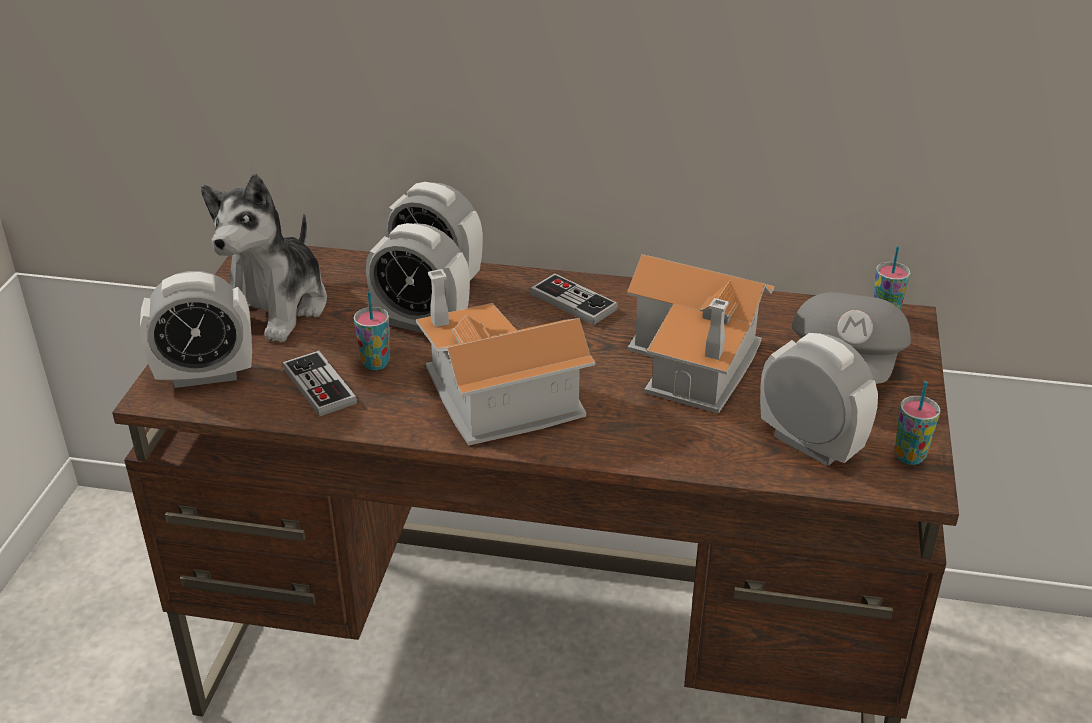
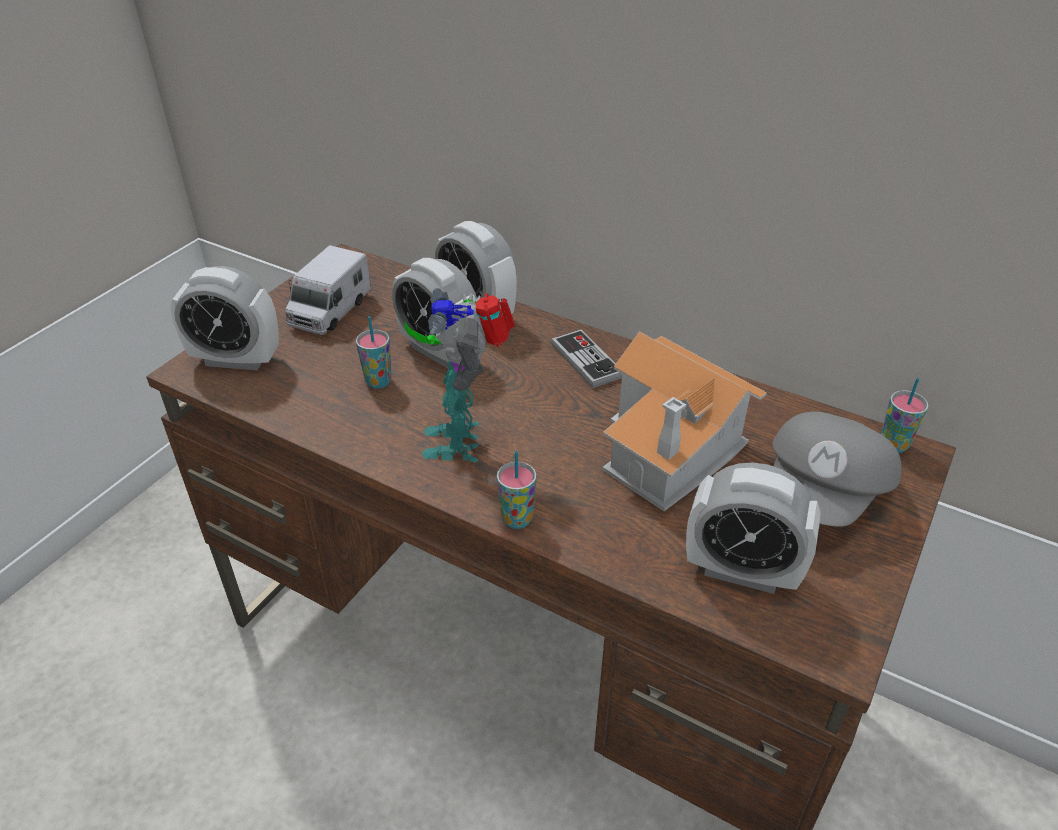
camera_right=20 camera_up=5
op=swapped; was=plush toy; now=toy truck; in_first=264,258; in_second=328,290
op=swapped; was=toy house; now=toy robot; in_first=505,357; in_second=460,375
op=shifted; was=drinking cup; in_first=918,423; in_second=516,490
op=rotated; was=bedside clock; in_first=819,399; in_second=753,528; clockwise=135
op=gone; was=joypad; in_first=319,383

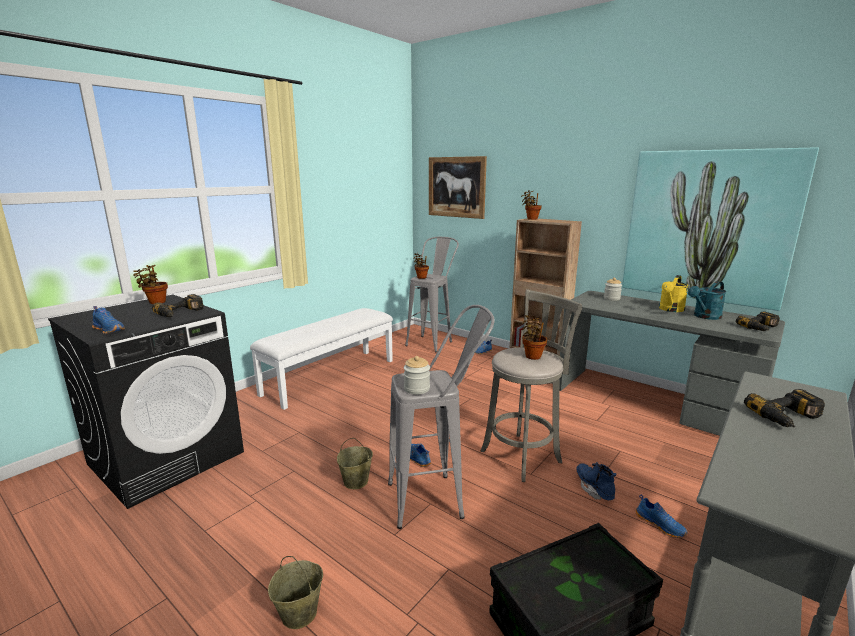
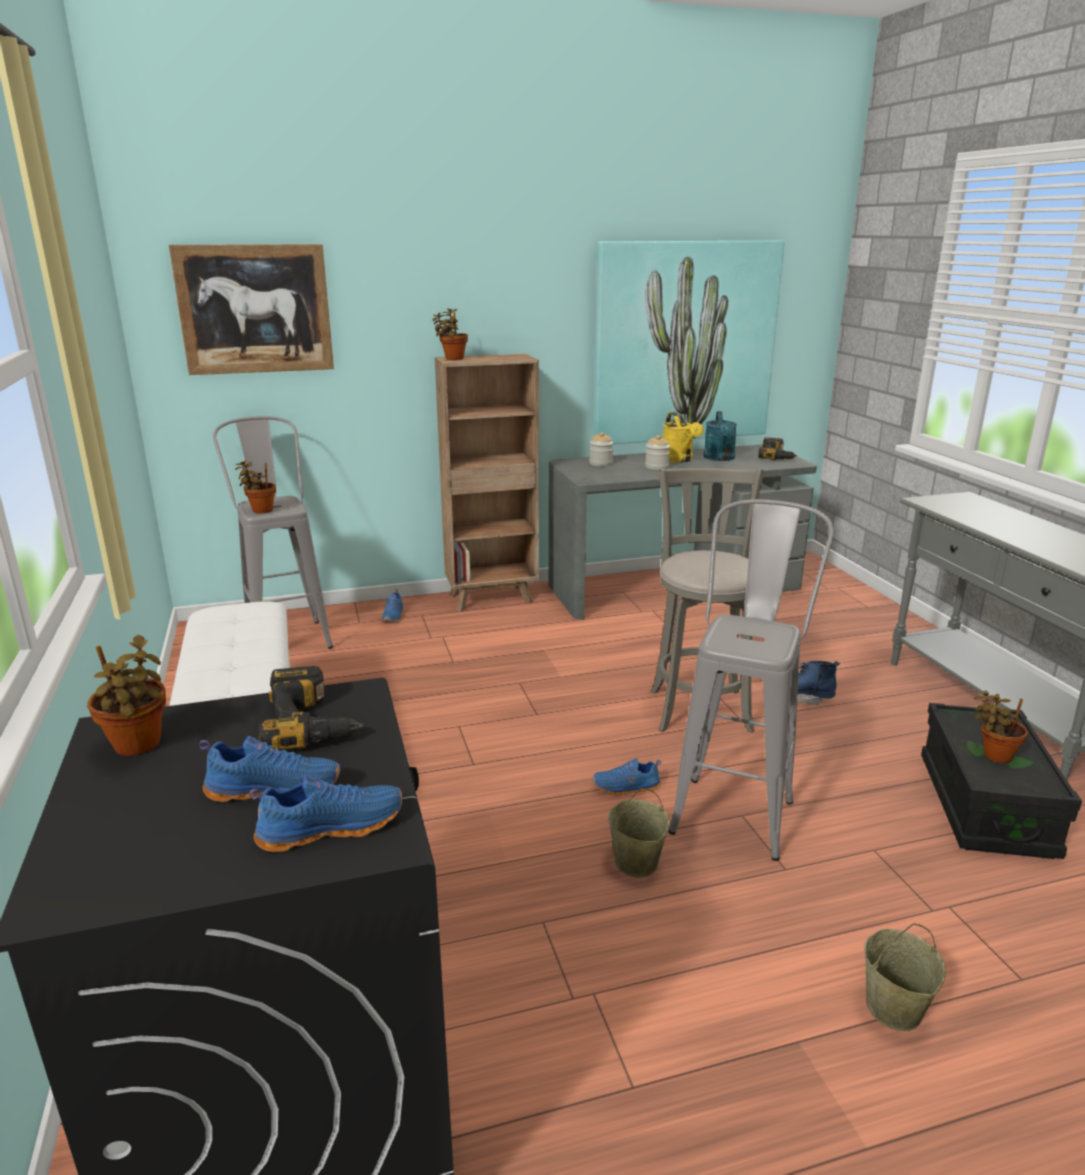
camera_right=-55 camera_up=5
op=shifted; was=shoe (bluish); in_first=661,516; in_second=269,769
op=shifted; was=preserve jar; in_first=417,375; in_second=657,452
op=shifted; was=potted plant; in_first=534,337; in_second=1001,726
op=gone; was=power drill; in_first=784,408

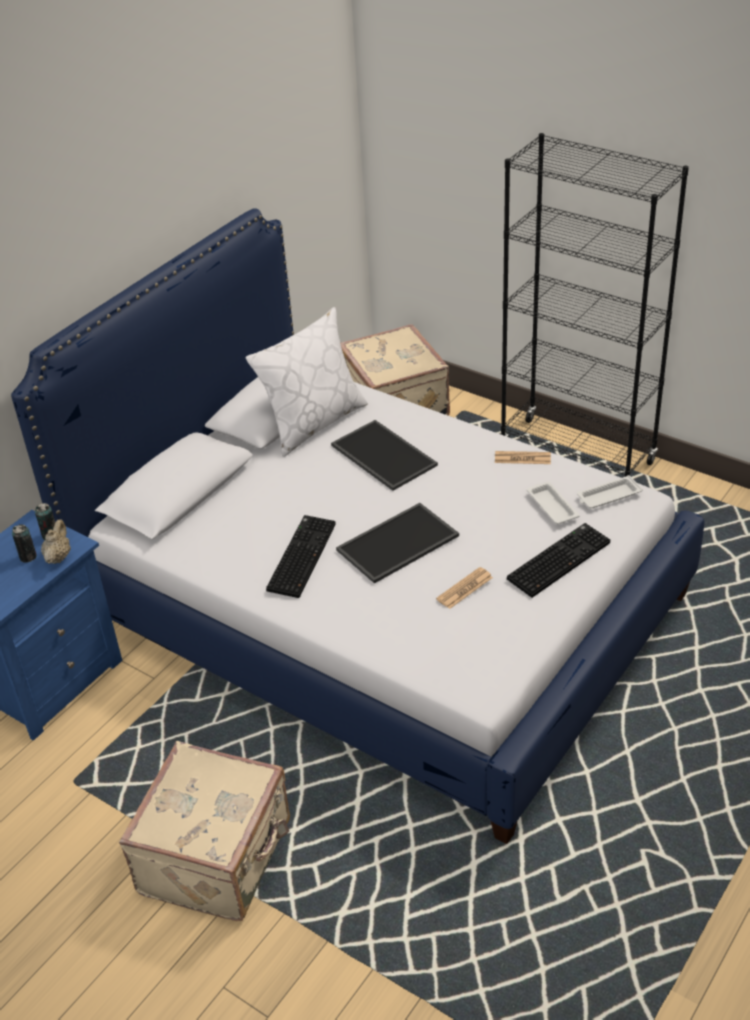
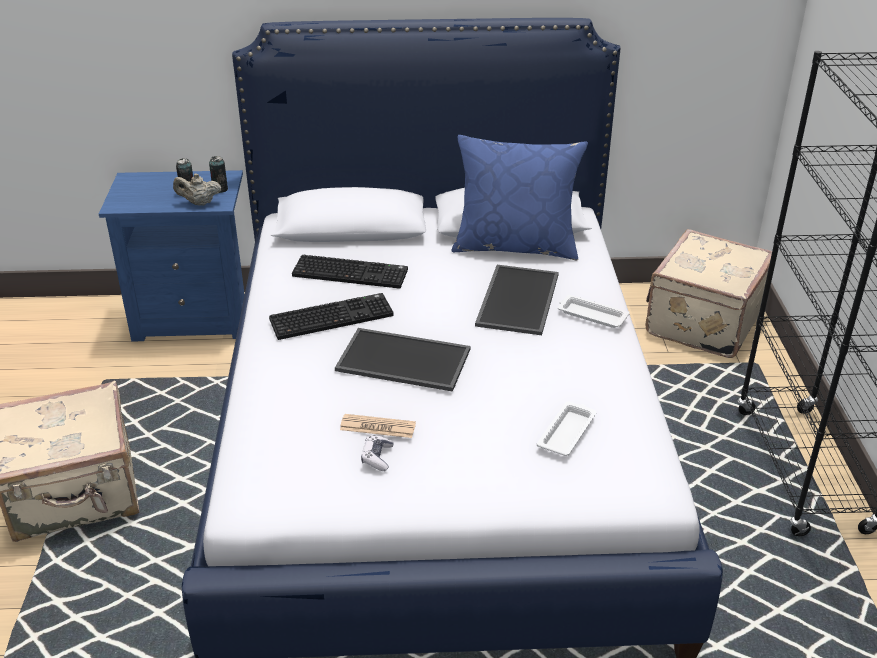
camera_right=50 camera_up=-5
op=rotated; was=pot for tea (sand-coloured); in_first=56,542; in_second=197,189; clockwise=-150
op=shifted; was=keyboard; in_first=558,560; in_second=350,272
op=new; now=joypad; in_second=377,453
op=repainted; was=cushion (white-coloured); now=cushion (bluish); in_first=307,382; in_second=519,197
op=shifted; was=carrying tray (white-coloured); in_first=610,491; in_second=594,311
op=gone; was=printed paper; in_first=523,457

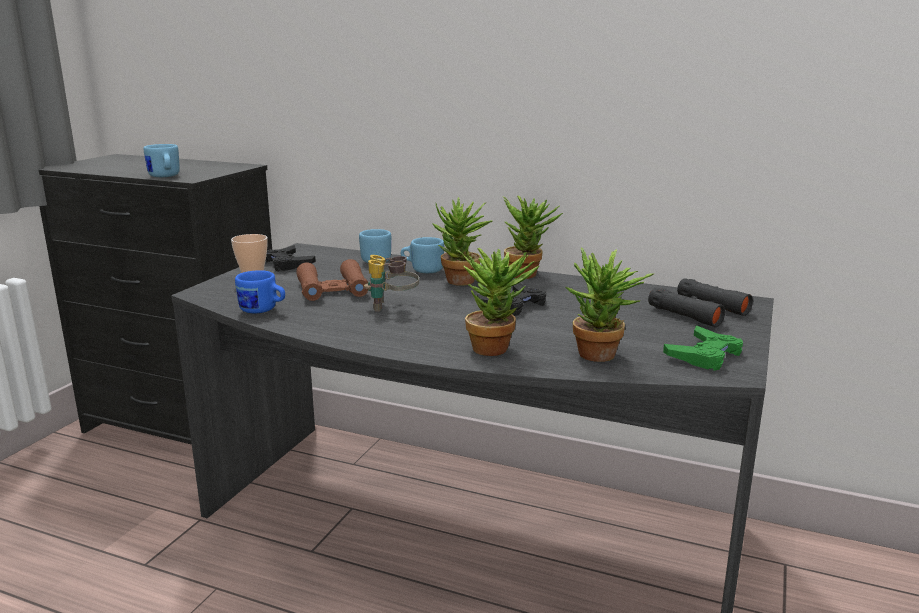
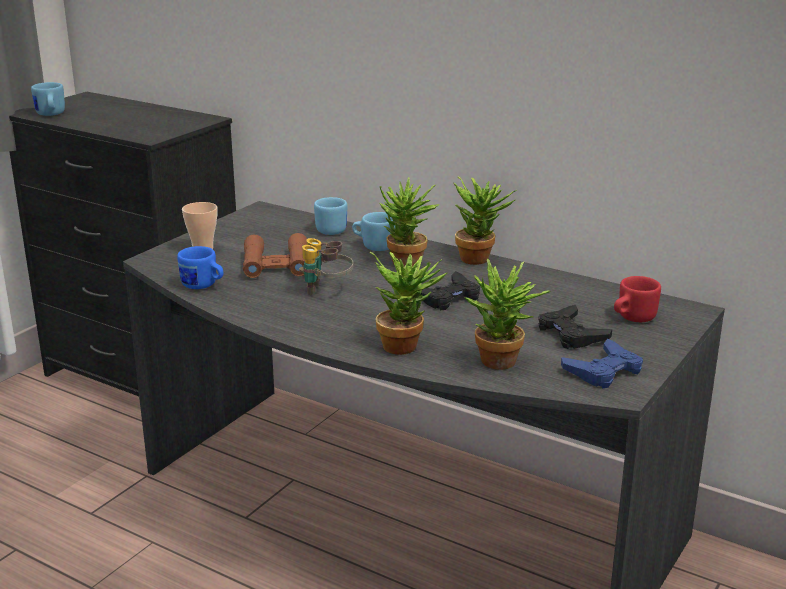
camera_right=10 camera_up=5
op=shifted; was=tea mug (bluish); in_first=162,160; in_second=48,99
op=shifted; was=joypad (black-coloured); in_first=290,258; in_second=575,327
op=repainted; was=joypad (green); now=joypad (bluish); in_first=703,348; in_second=602,363
op=swapped; was=pair of binoculars (black-coloured); now=tea mug (red-coloured); in_first=700,302; in_second=637,299

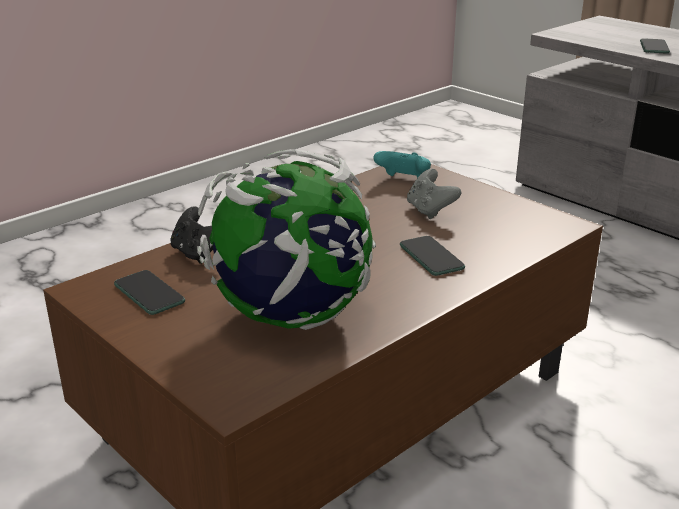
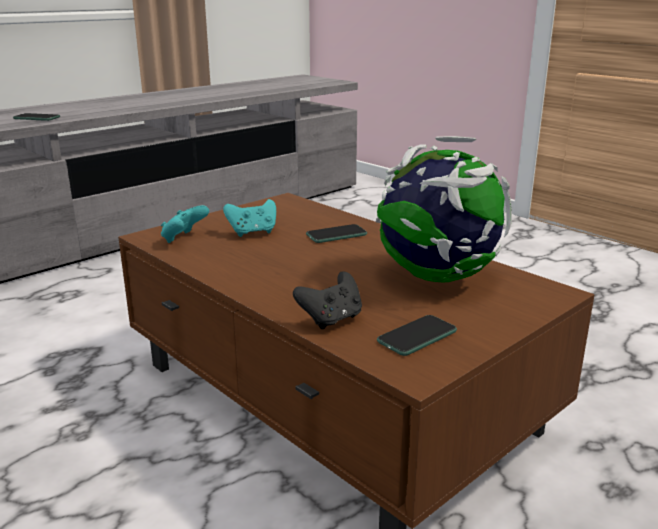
camera_right=-90 camera_up=-5
op=repainted; was=joypad (greyish); now=joypad (turquoise); in_first=434,194; in_second=249,218

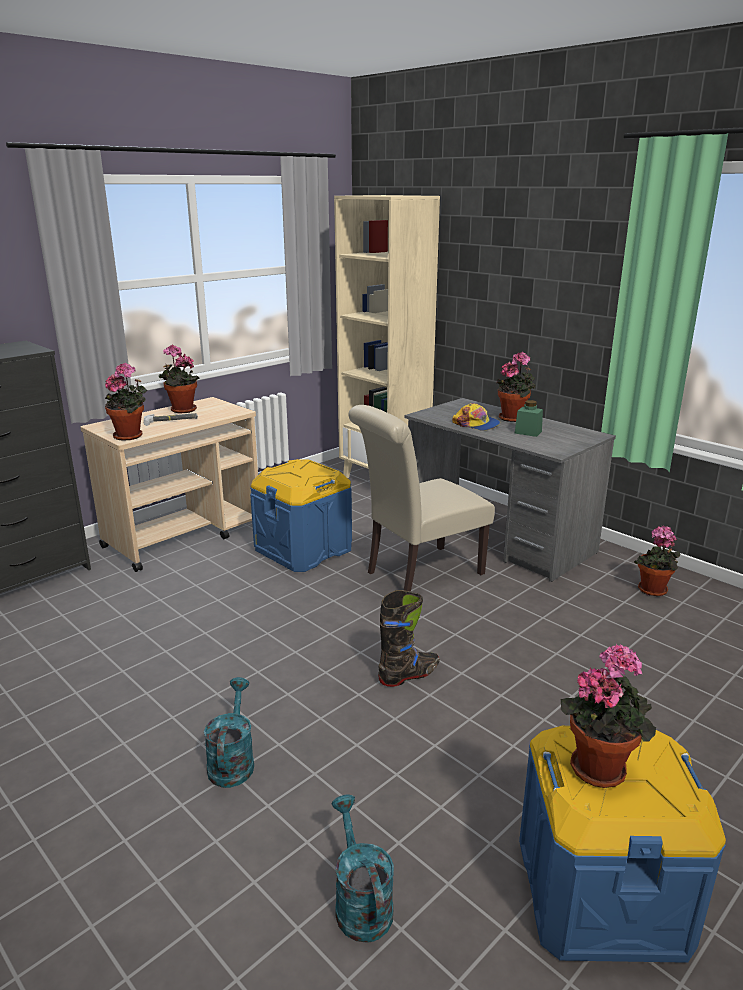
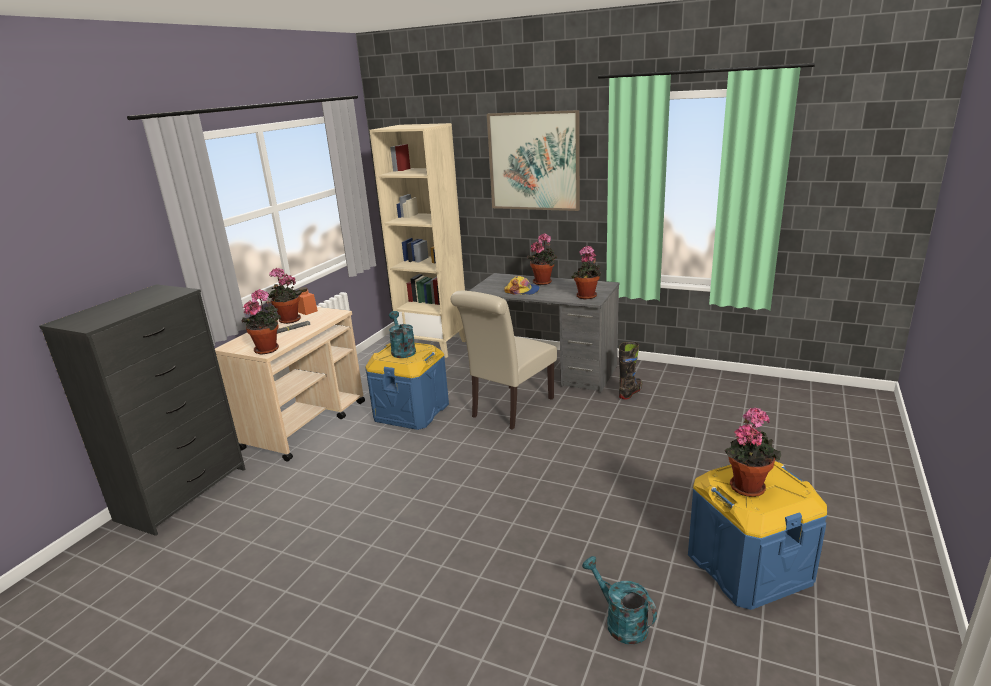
camera_right=-20 camera_up=0
op=new; now=preserve jar (orangey); in_second=308,301
op=shifted; was=watering can (turquoise); in_first=229,732; in_second=402,334
op=new; now=picture; in_second=533,160
op=shifted; was=potted plant; in_first=657,561; in_second=586,272
op=shifted; was=tall boot (black-coloured); in_first=409,638; in_second=630,370
op=gone; was=preserve jar (green); in_first=529,418

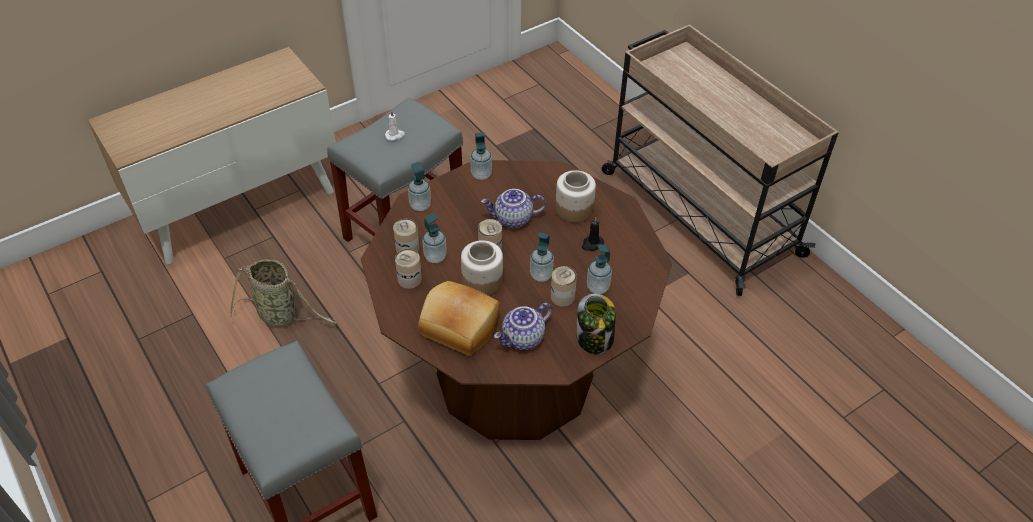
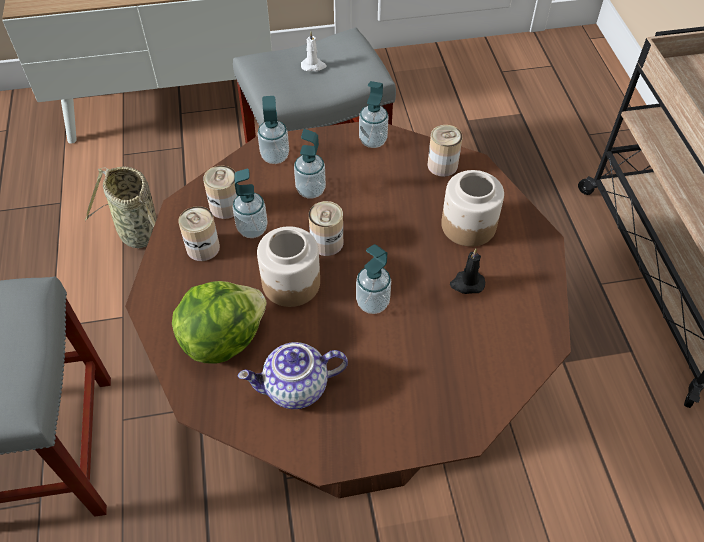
camera_right=25 camera_up=5
op=swapped; was=bread; now=lettuce; in_first=459,318; in_second=219,322
op=shifted; was=soap bottle; in_first=599,269; in_second=310,164
op=shifted; was=can; in_first=564,286; in_second=445,151
op=gone; was=pot for tea; in_first=513,208
op=gone; was=preserve jar; in_first=596,324

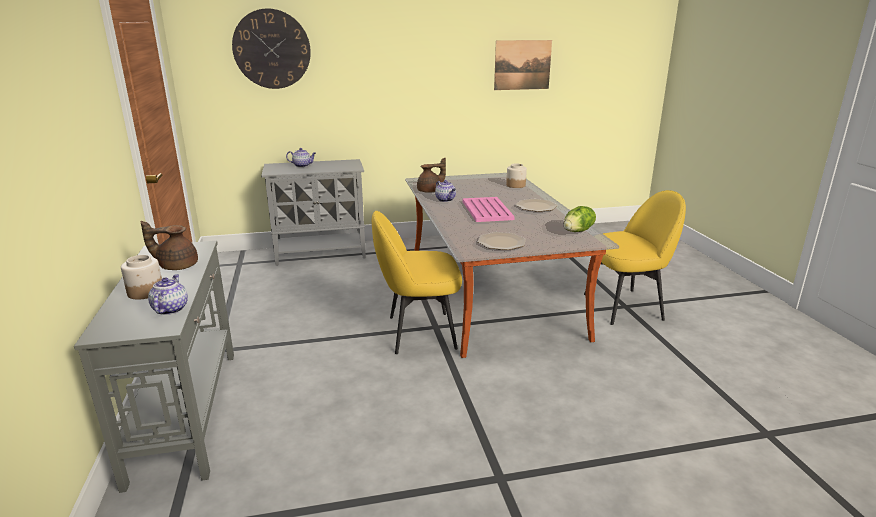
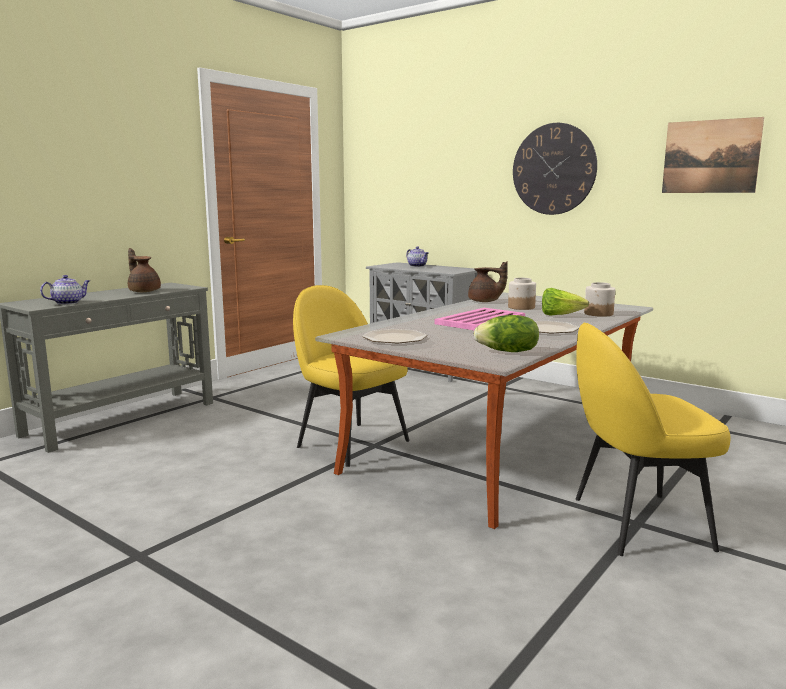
camera_right=50 camera_up=-10
op=shifted; was=preserve jar; in_first=141,277; in_second=522,294
op=shifted; was=hanging clock; in_first=271,49; in_second=555,169
op=new; now=lettuce; in_second=565,302
op=rotated; was=chair (yellow); in_first=635,257; in_second=653,439; clockwise=135
op=gone; was=pot for tea; in_first=445,191

